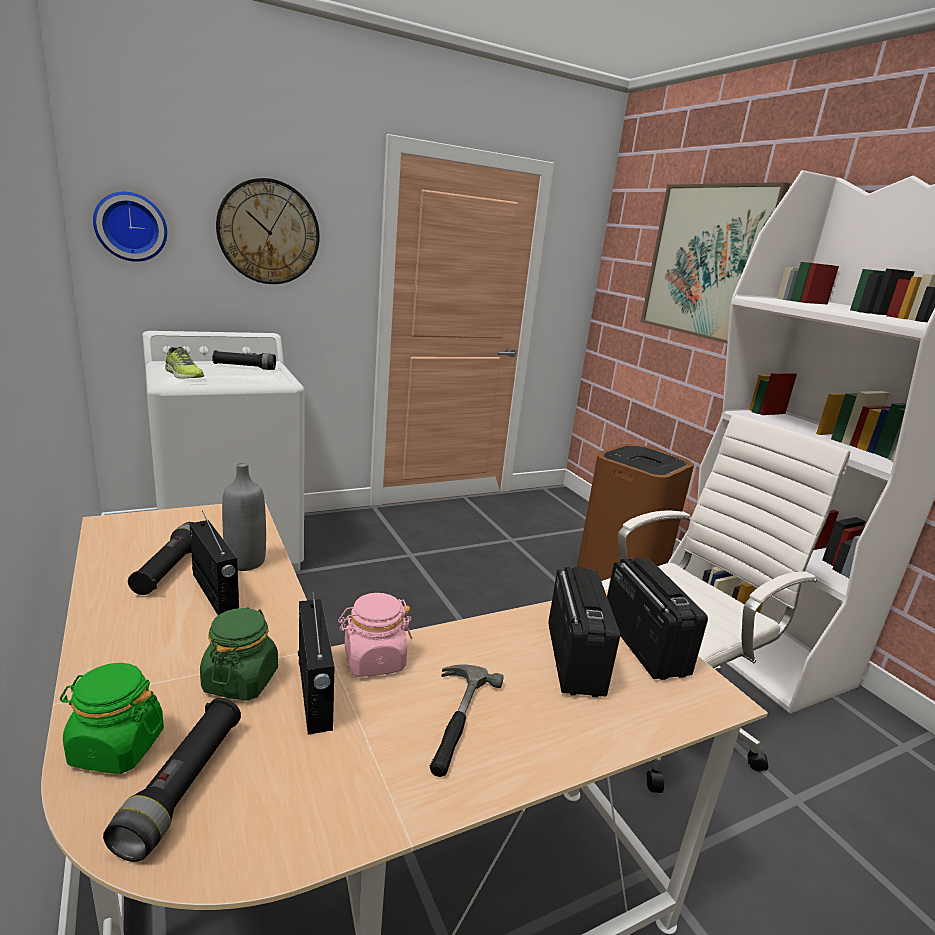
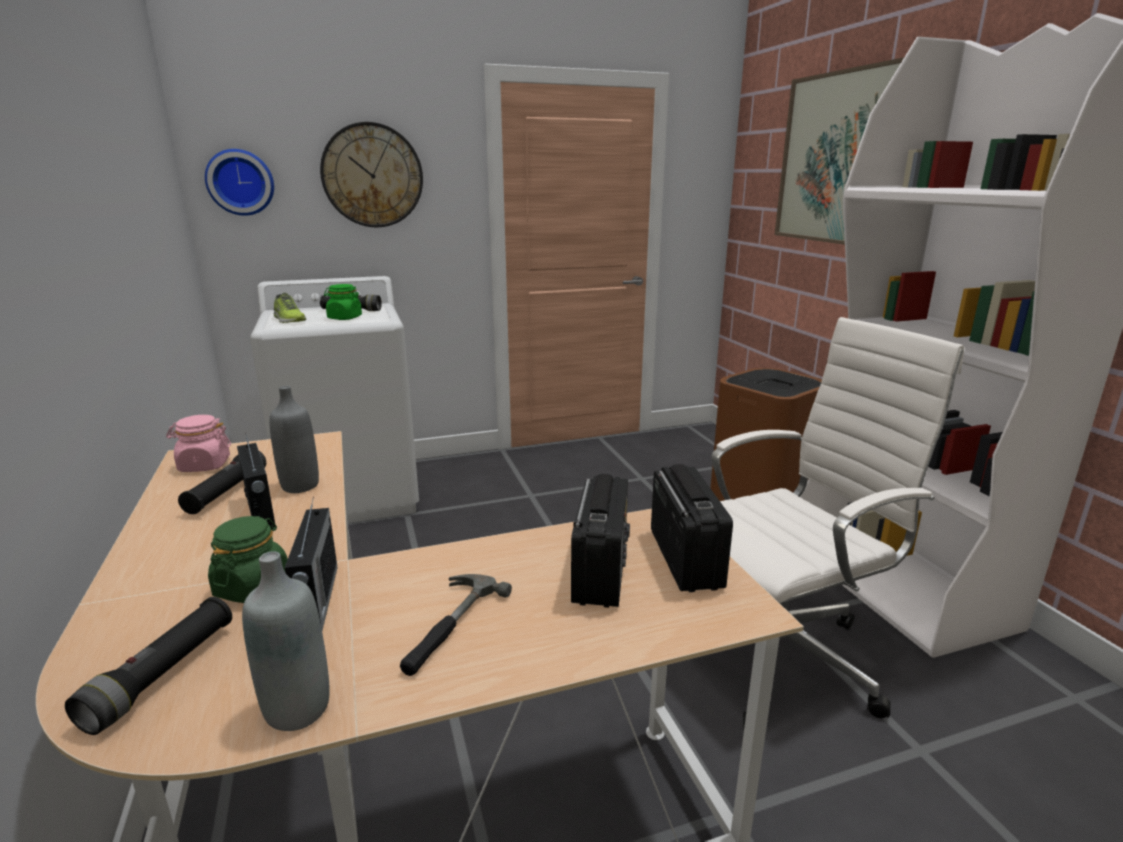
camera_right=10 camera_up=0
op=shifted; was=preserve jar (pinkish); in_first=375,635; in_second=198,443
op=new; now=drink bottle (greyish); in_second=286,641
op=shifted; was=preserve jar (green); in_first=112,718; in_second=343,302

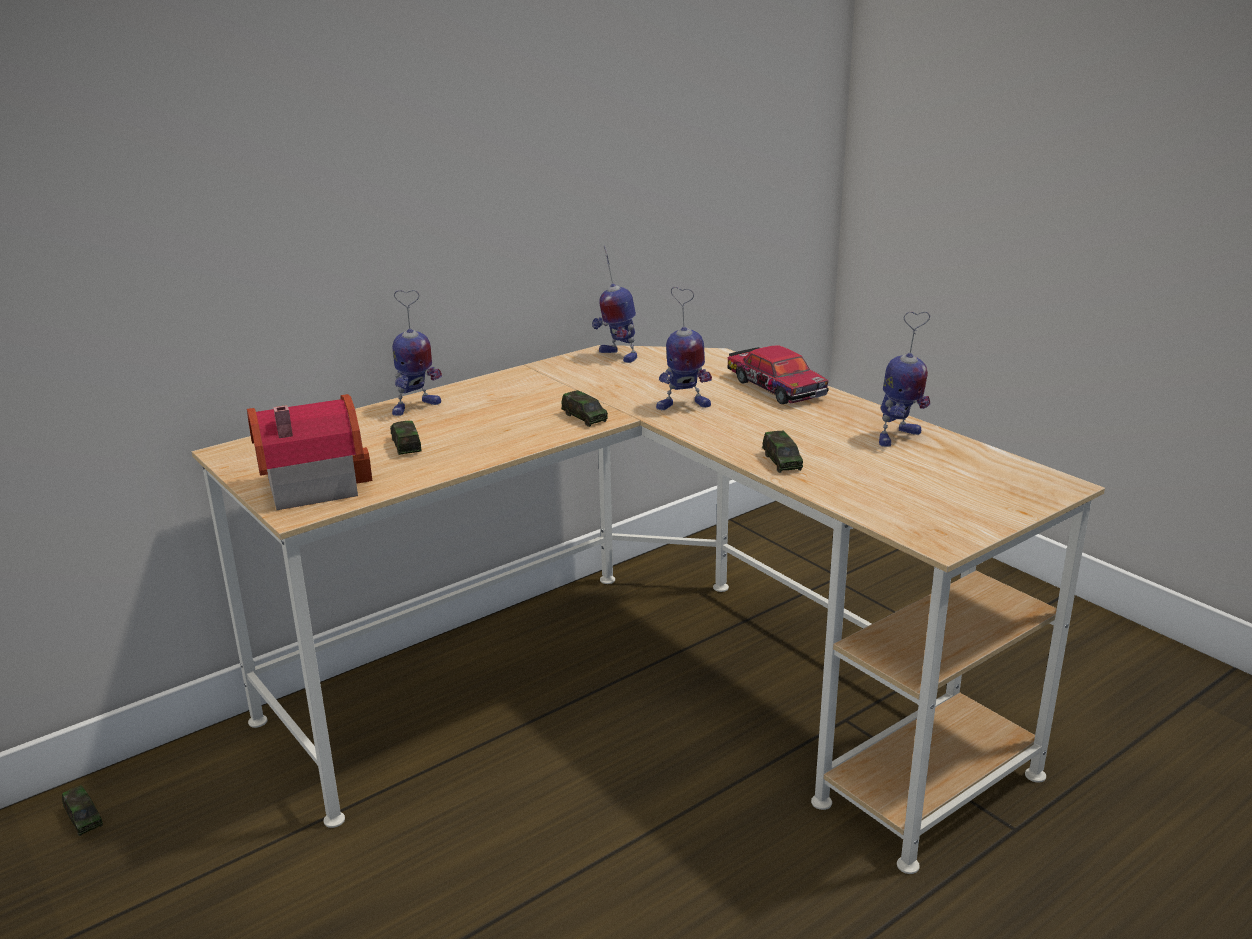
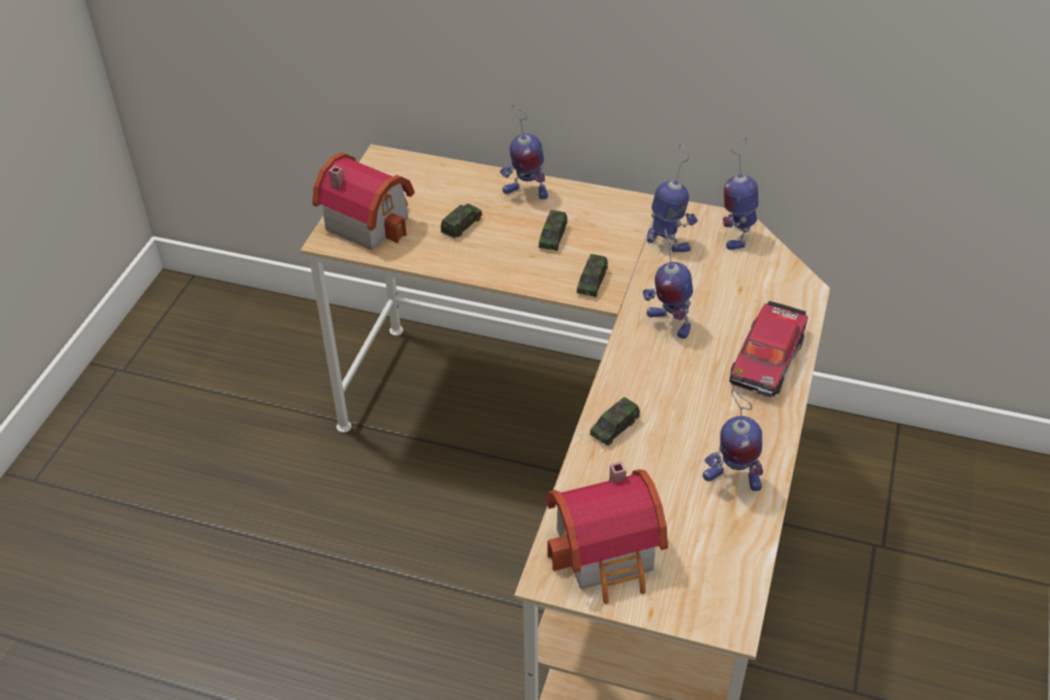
camera_right=55 camera_up=20
op=shifted; was=miniature car; in_first=82,810; in_second=552,230
op=new; now=toy house; in_second=607,532
op=new; now=toy robot; in_second=672,198

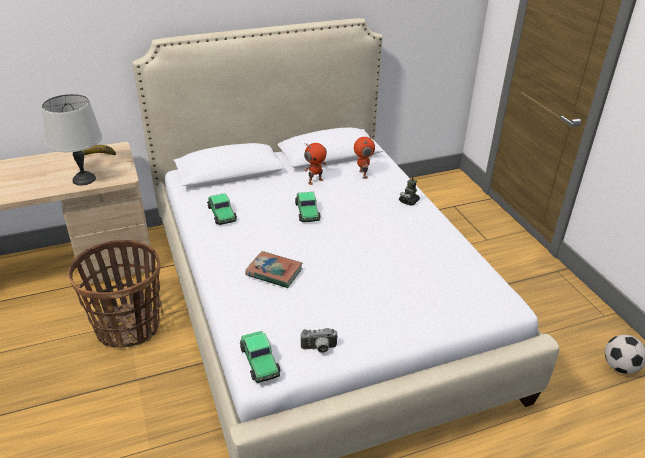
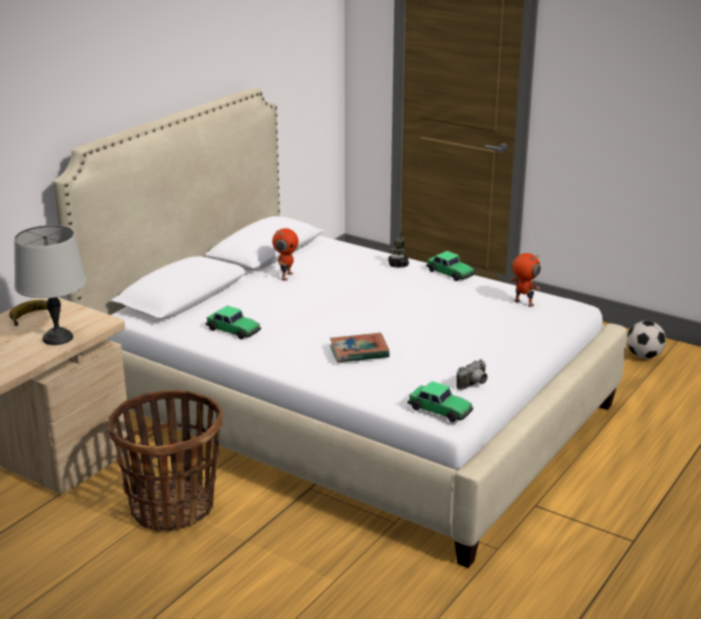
camera_right=-35 camera_up=-10
op=shifted; was=miniature car; in_first=308,207; in_second=450,266
op=shifted; was=toy robot; in_first=364,158; in_second=525,280

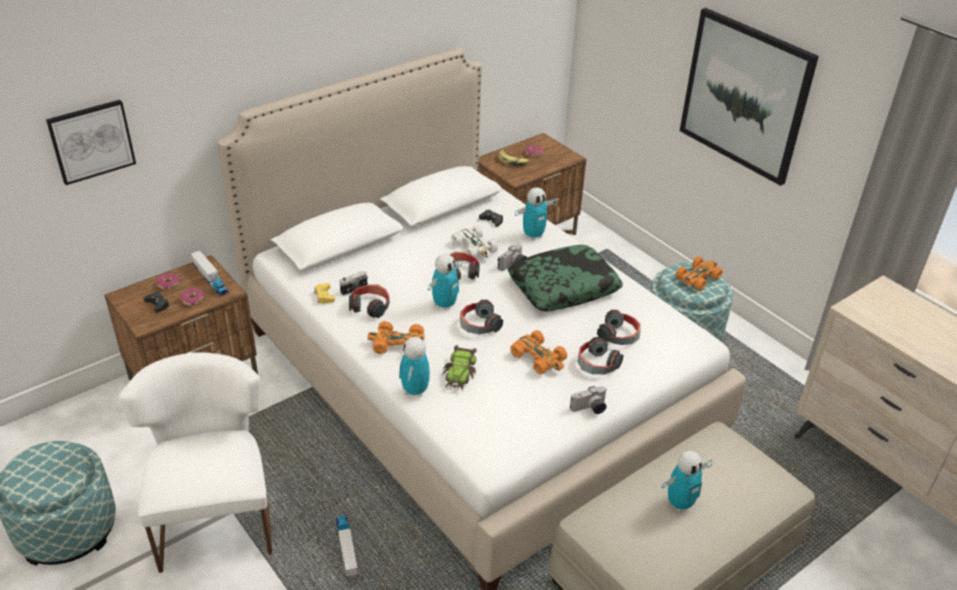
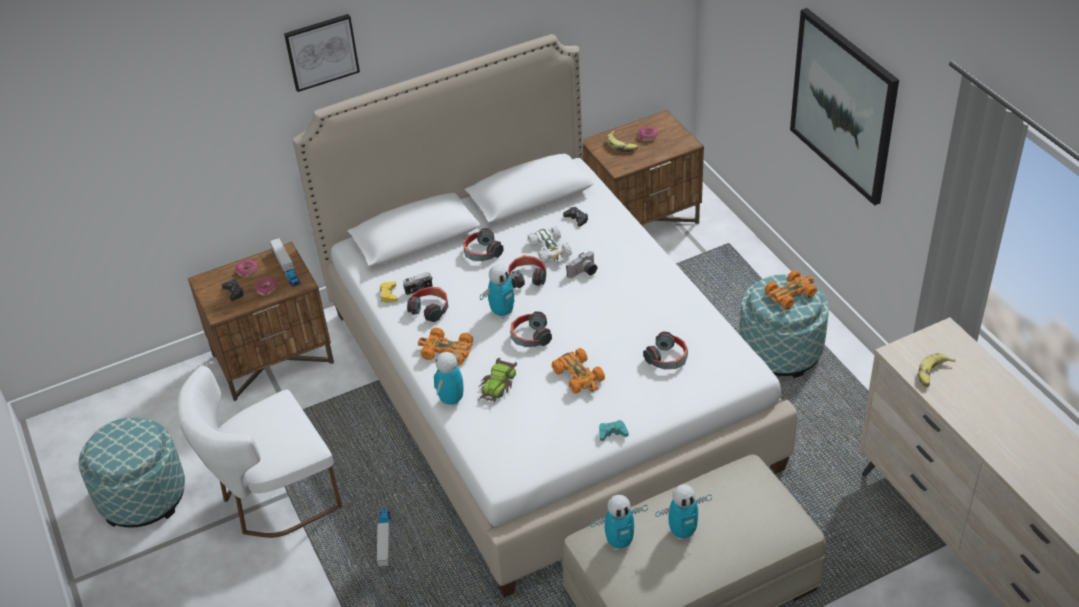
camera_right=15 camera_up=5
op=rotated; was=chair (white-coloured); in_first=195,462; in_second=259,452; clockwise=-120
op=shifted; was=picture; in_first=91,142; in_second=322,53
op=shifted; was=headset; in_first=601,355; in_second=483,244
op=shifted; was=toy robot; in_first=535,213; in_second=619,523
op=swapped; was=still camera; now=joypad (turquoise); in_first=588,400; in_second=613,430
op=new; now=whole banana; in_second=937,370
op=gone; was=cushion; in_first=565,278

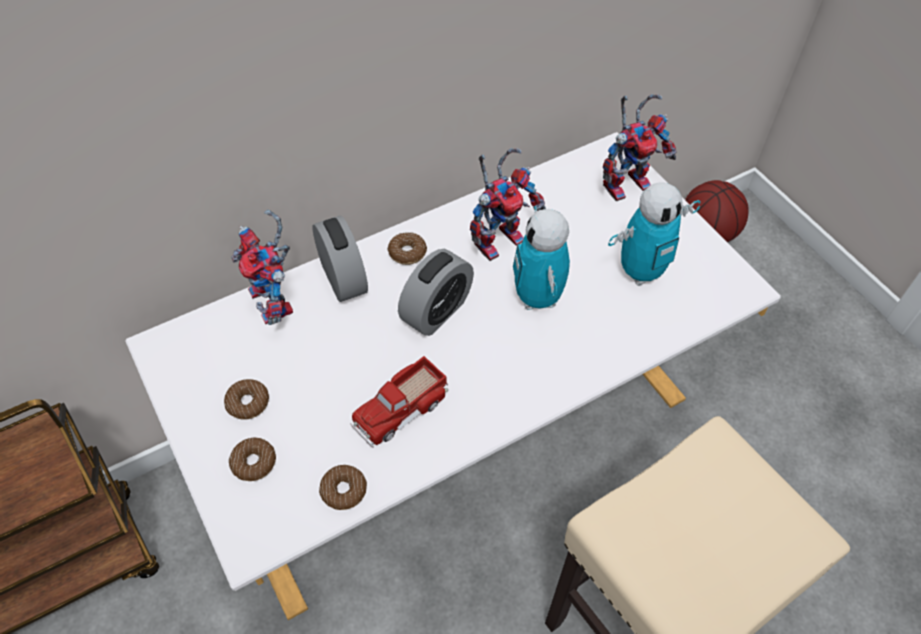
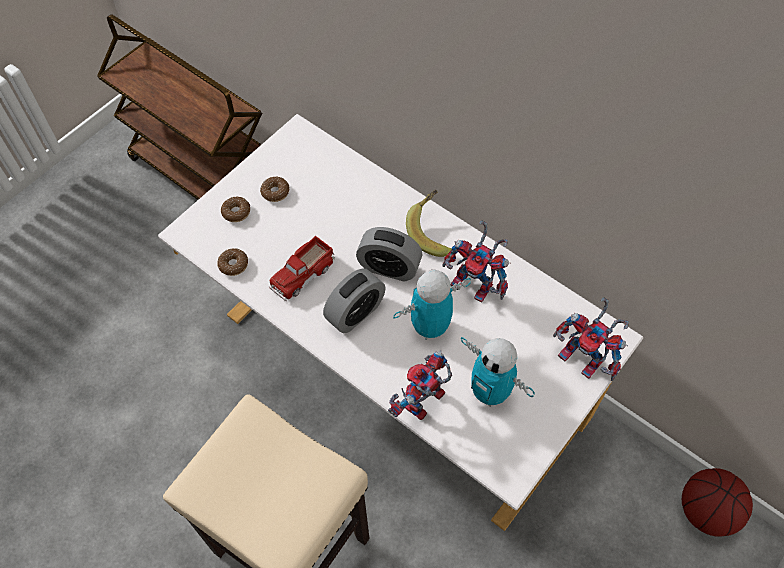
camera_right=70 camera_up=5
op=rotated; was=toy truck; in_first=399,402; in_second=302,268; clockwise=-75
op=shifted; was=bedside clock; in_first=340,258; in_second=354,300
op=shifted; was=toy robot; in_first=262,267; in_second=420,385
op=swapped; was=ring doughnut; now=whole banana; in_first=407,248; in_second=429,223

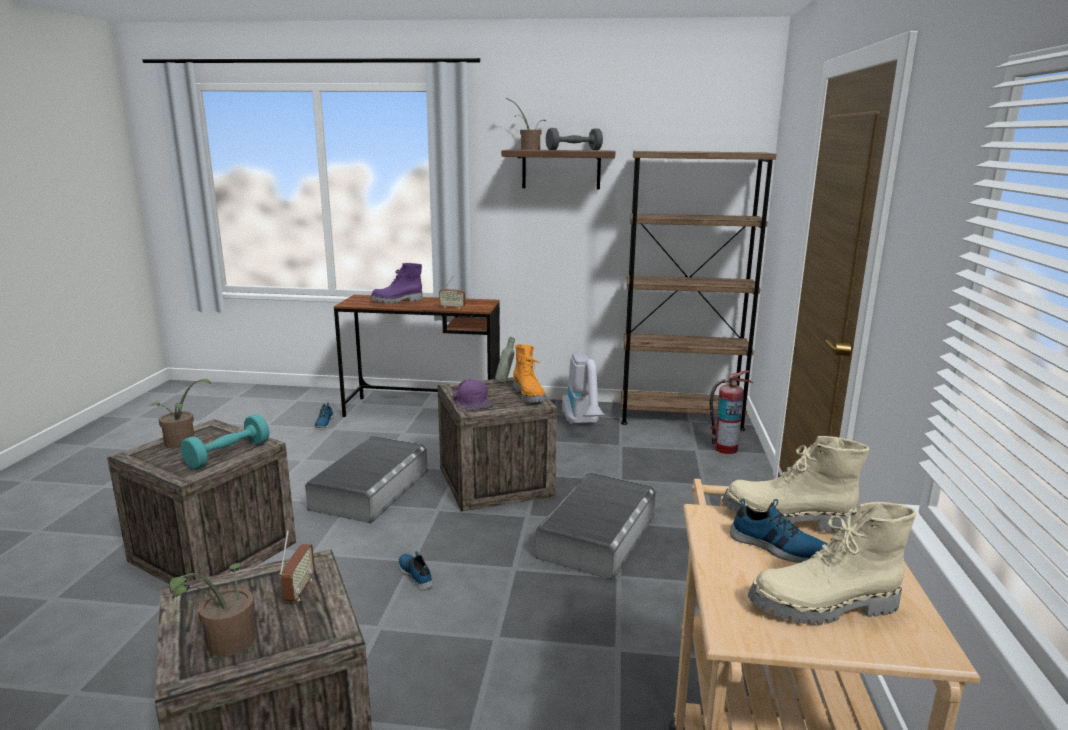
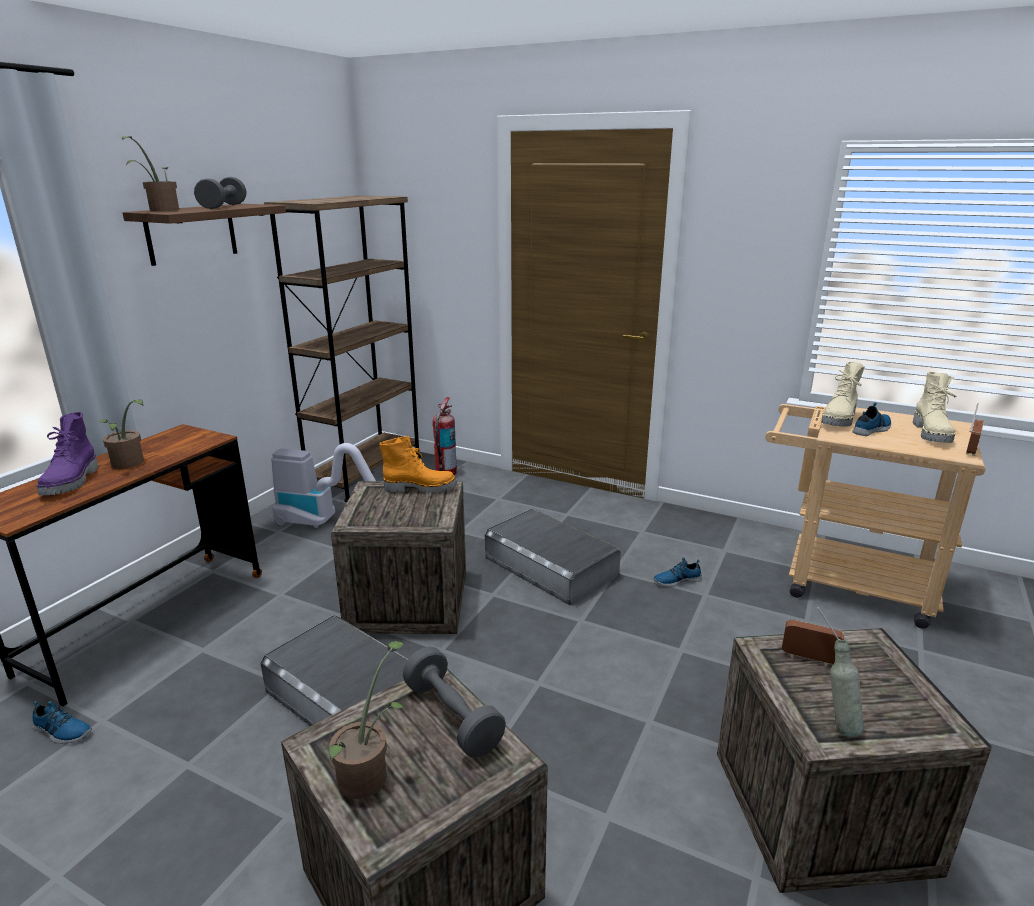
camera_right=-70 camera_up=5
op=shifted; was=potted plant; in_first=212,609; in_second=120,434
op=repainted; was=dumbbell (turquoise); now=dumbbell (greyish); in_first=225,441; in_second=454,701
op=shifted; was=shoe; in_first=415,570; in_second=678,572
op=shifted; was=drink bottle (greyish); in_first=505,360; in_second=847,688
op=shifted; was=radio set; in_first=452,292; in_second=975,429
op=gone; was=cap (purple-coloured); in_first=473,395

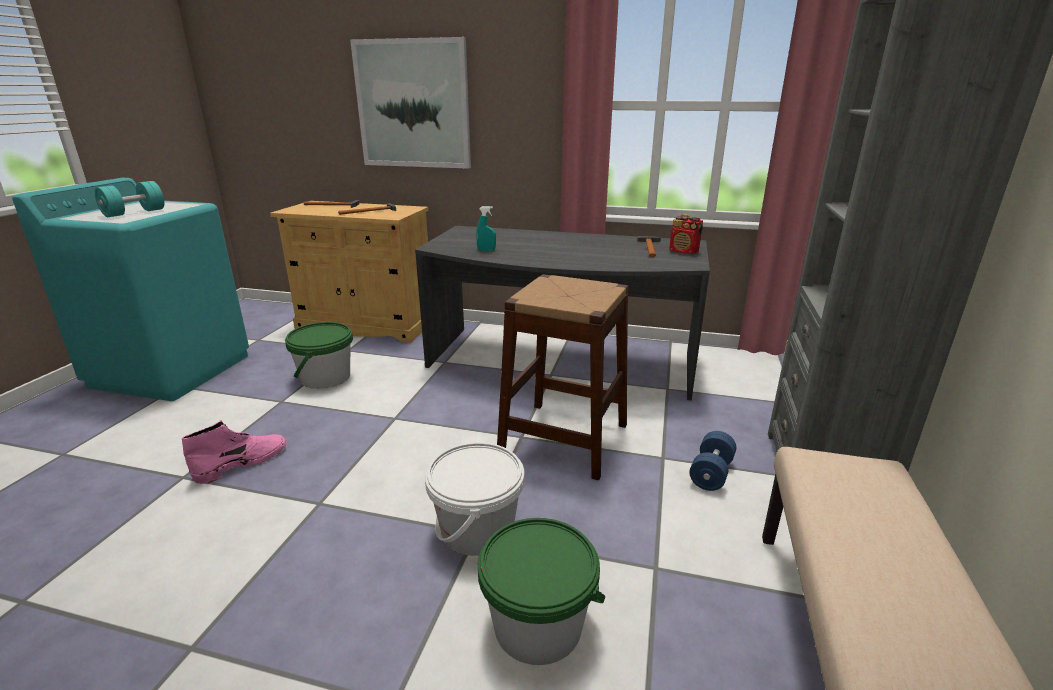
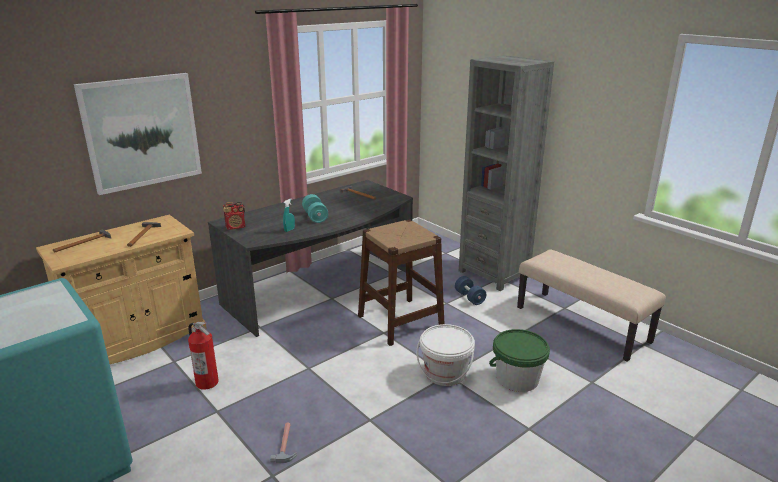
camera_right=-55 camera_up=0
op=swapped; was=water bucket (green); now=fire-fighting cylinder; in_first=319,355; in_second=203,356
op=shifted; was=radio set; in_first=686,234; in_second=234,216
op=swapped; was=tall boot (pinkish); now=hammer; in_first=234,452; in_second=283,442
op=shifted; was=dumbbell (turquoise); in_first=129,199; in_second=315,208

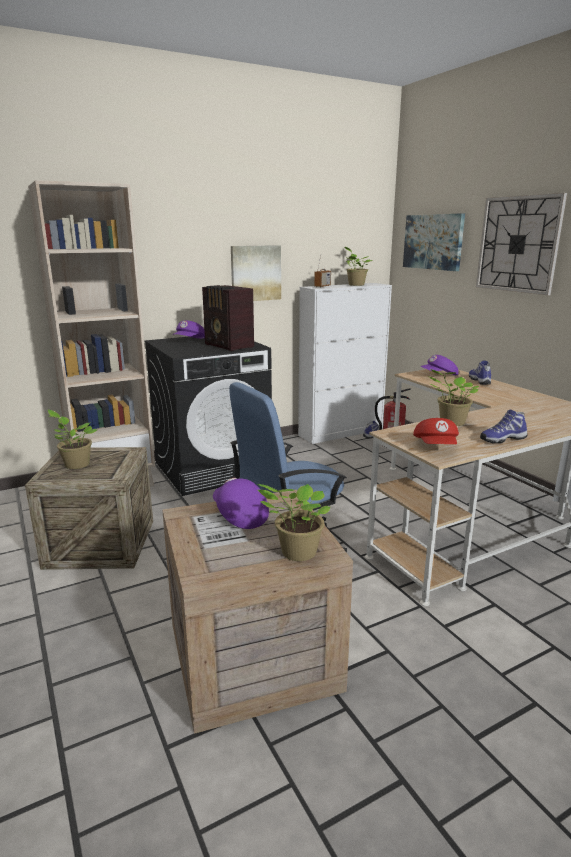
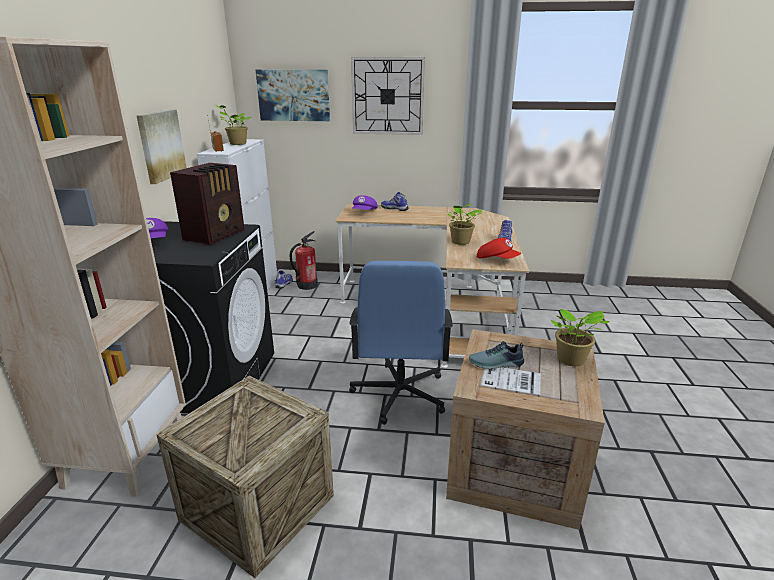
camera_right=-55 camera_up=5
op=rotated; was=radio set; in_first=228,318; in_second=207,204; clockwise=-60
op=swapped; was=cap (purple-coloured); now=shoe; in_first=241,503; in_second=496,355
op=gone; was=potted plant; in_first=72,439

